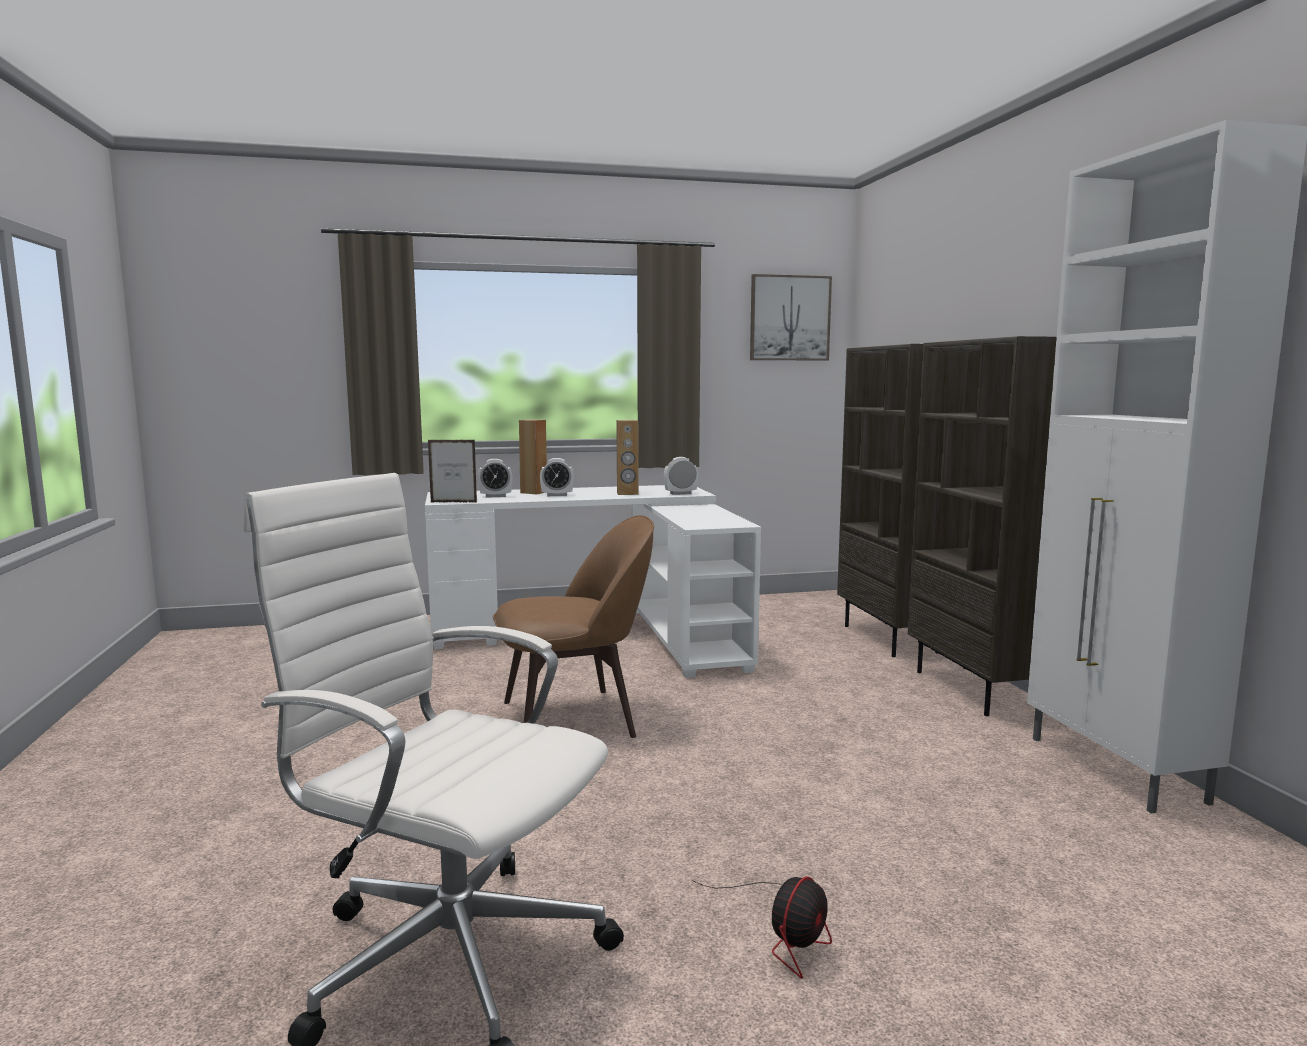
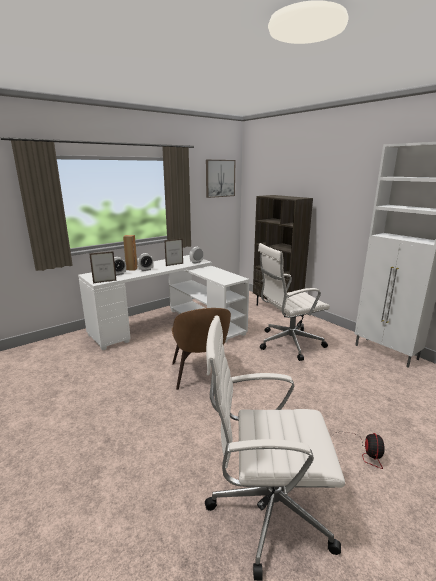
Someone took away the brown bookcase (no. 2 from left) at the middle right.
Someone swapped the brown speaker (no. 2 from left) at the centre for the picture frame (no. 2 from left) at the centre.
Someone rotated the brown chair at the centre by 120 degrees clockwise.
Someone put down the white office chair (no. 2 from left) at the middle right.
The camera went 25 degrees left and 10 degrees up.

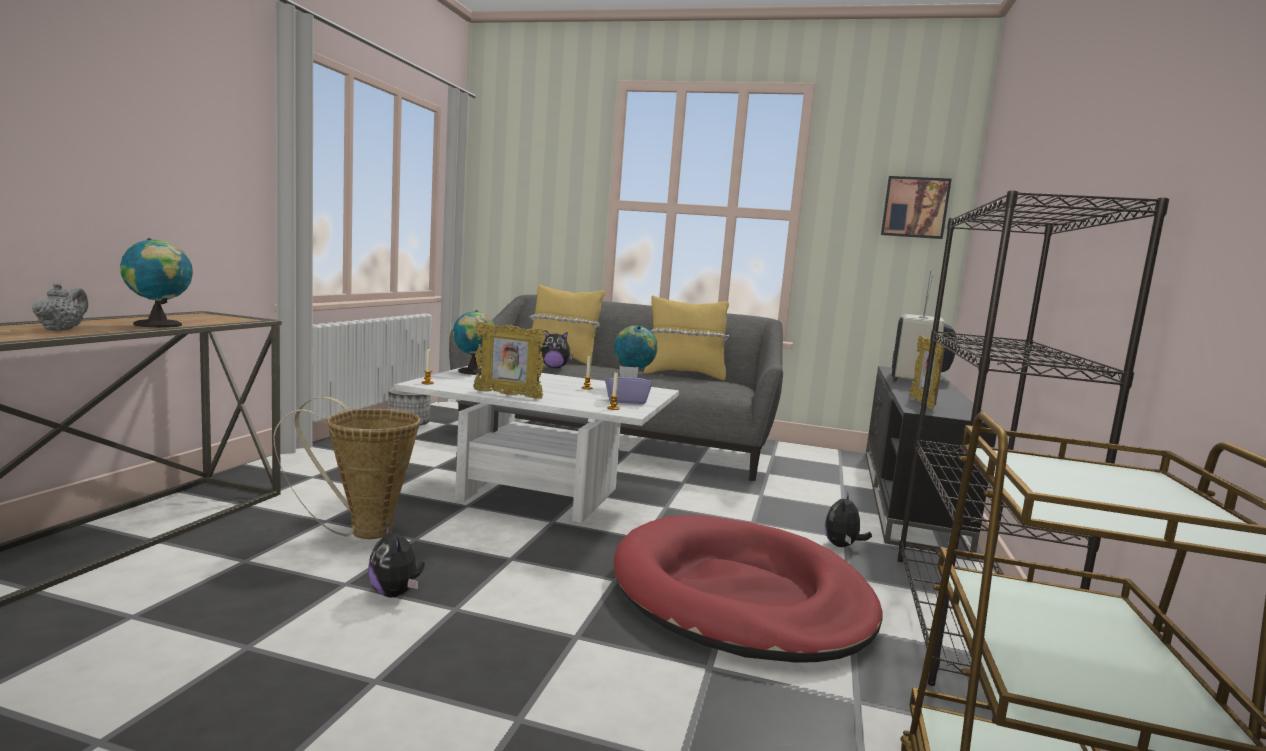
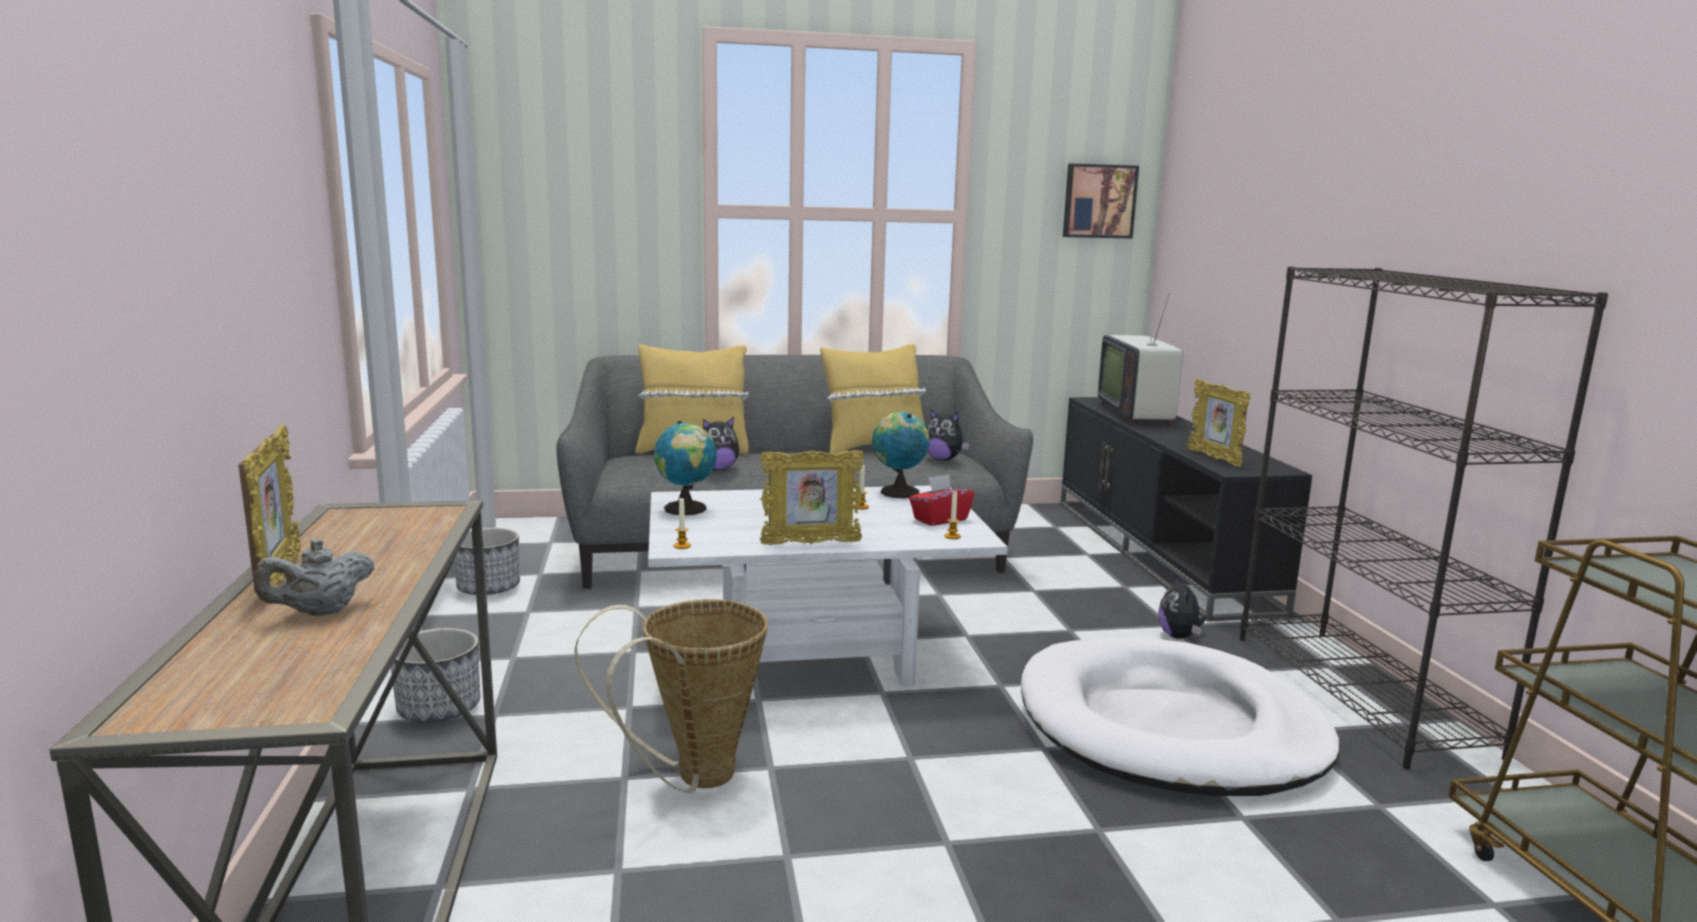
Someone took away the globe (no. 1 from left) at the middle left.
Someone rotated the grey teapot at the middle left by 105 degrees counterclockwise.
Someone repainted the purple tissue box at the centre, which became the red tissue box at the centre.
Someone repainted the red dog bed at the bottom centre, which became the white dog bed at the bottom right.
Someone carried the plush toy (no. 1 from left in the first image) from the bottom left to the centre.
Someone put down the picture frame (no. 1 from left) at the middle left.
Someone put down the planter (no. 1 from left) at the bottom left.
The camera went 25 degrees left and 5 degrees up.

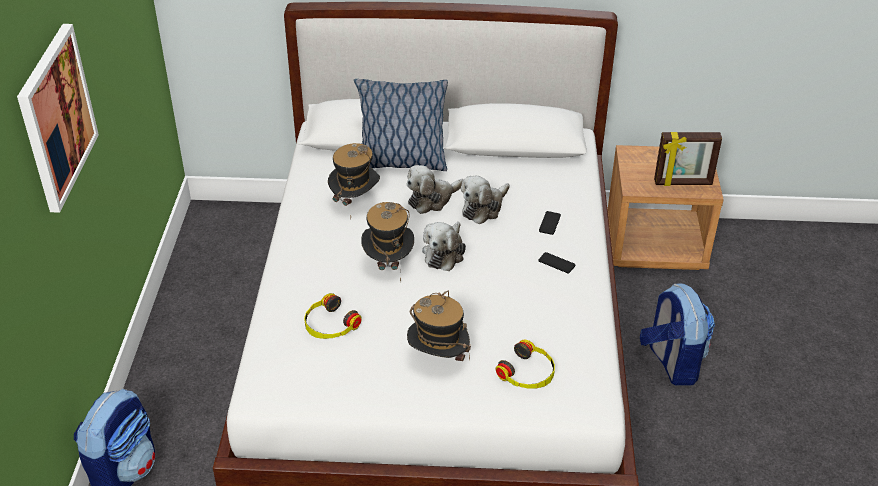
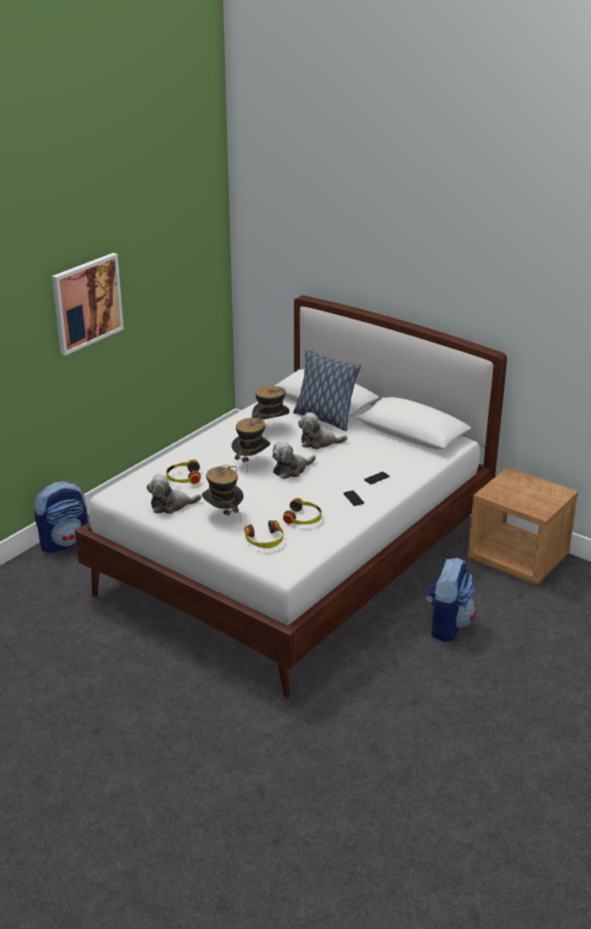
Someone took away the picture frame at the top right.
Someone carried the plush toy (no. 3 from left in the first image) from the centre to the middle left.
Someone put down the headphones (no. 3 from left) at the centre.
The camera went 35 degrees right and 10 degrees down.

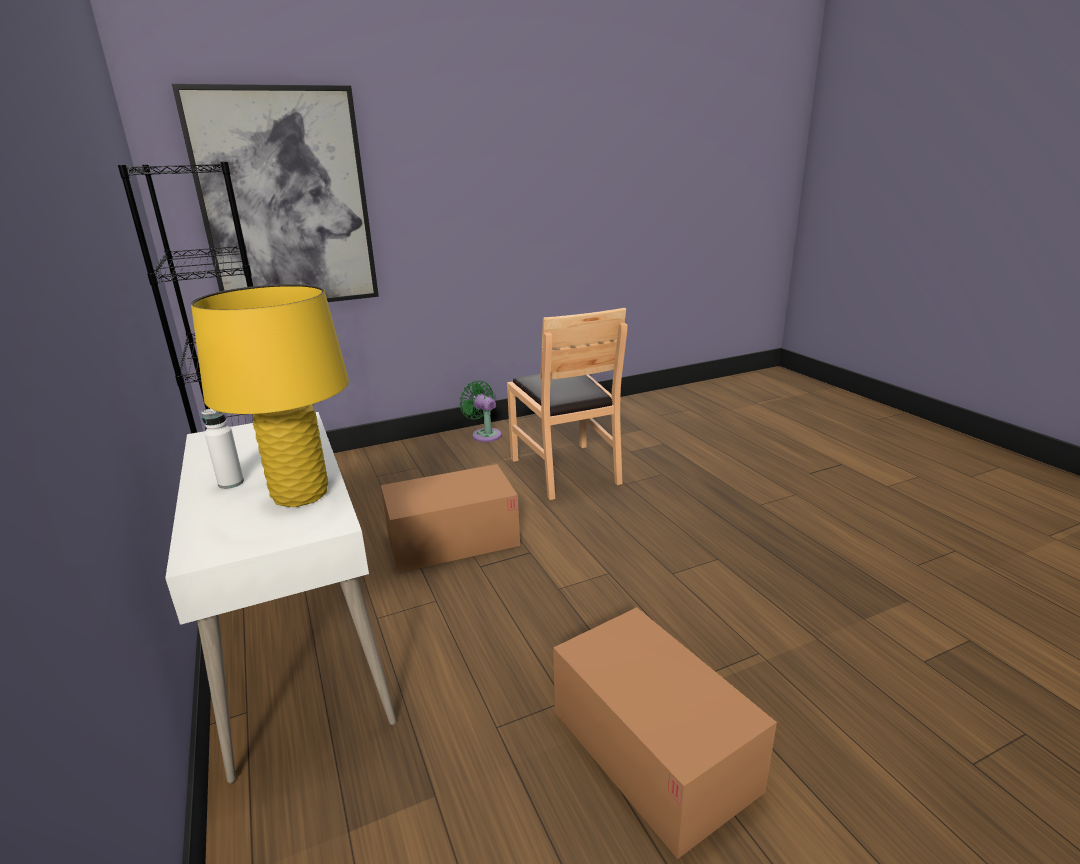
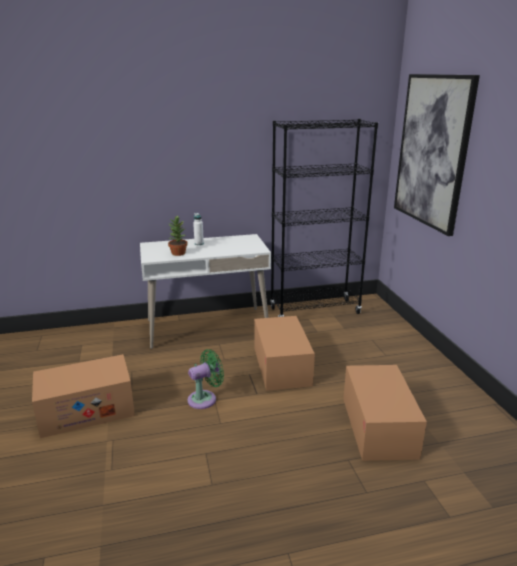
Someone swapped the yellow table lamp at the middle left for the potted plant at the centre.
Someone swapped the brown chair at the centre for the cardboard box (no. 3 from left) at the bottom right.
Someone carried the green fan from the centre to the bottom centre.
The camera went 100 degrees right and 0 degrees up.

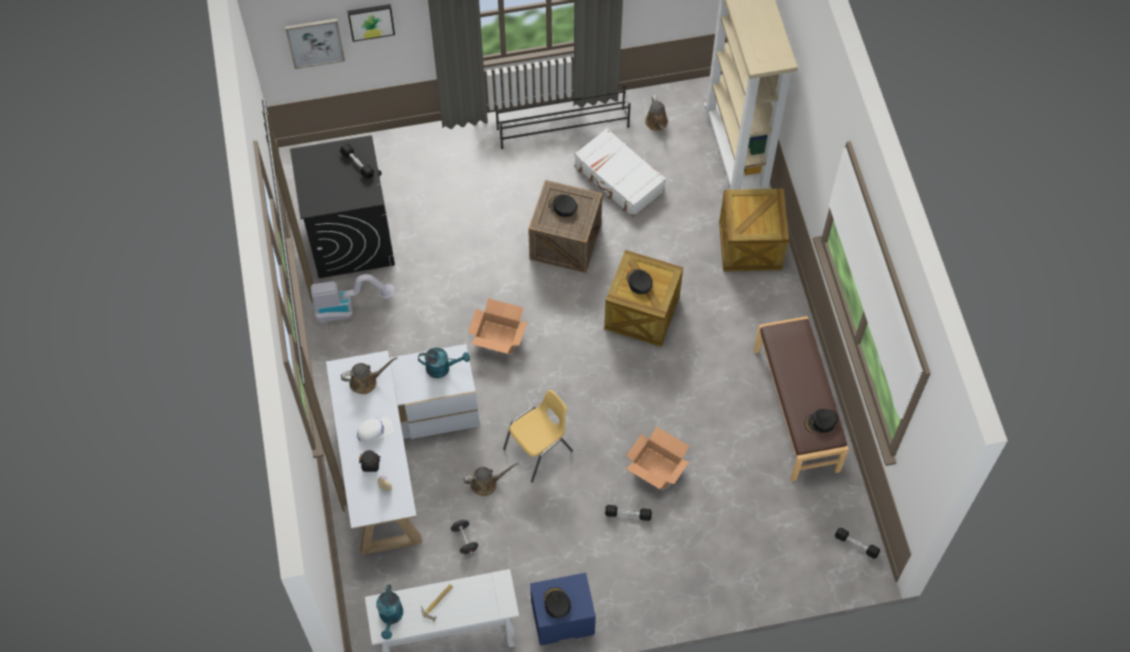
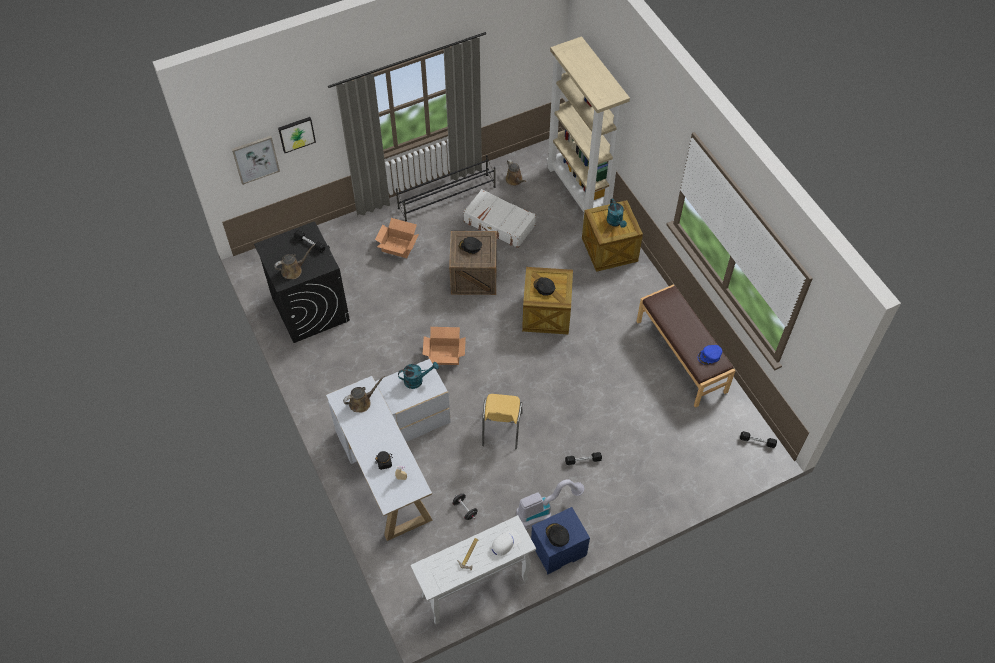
Someone carried the vacuum cleaner from the middle left to the bottom centre.
Someone rotated the yellow chair at the bottom centre by 150 degrees clockwise.
Someone repainted the black cap (no. 4 from left) at the middle right, which became the blue cap at the middle right.
Someone carried the white cap from the middle left to the bottom centre.
Someone carried the cardboard box (no. 2 from left in the first image) from the bottom centre to the centre.
Someone carried the brown watering can (no. 2 from left in the first image) from the bottom centre to the middle left.
Someone carried the turquoise watering can (no. 1 from left in the first image) from the bottom centre to the top centre.
The camera went 15 degrees left and 5 degrees down.

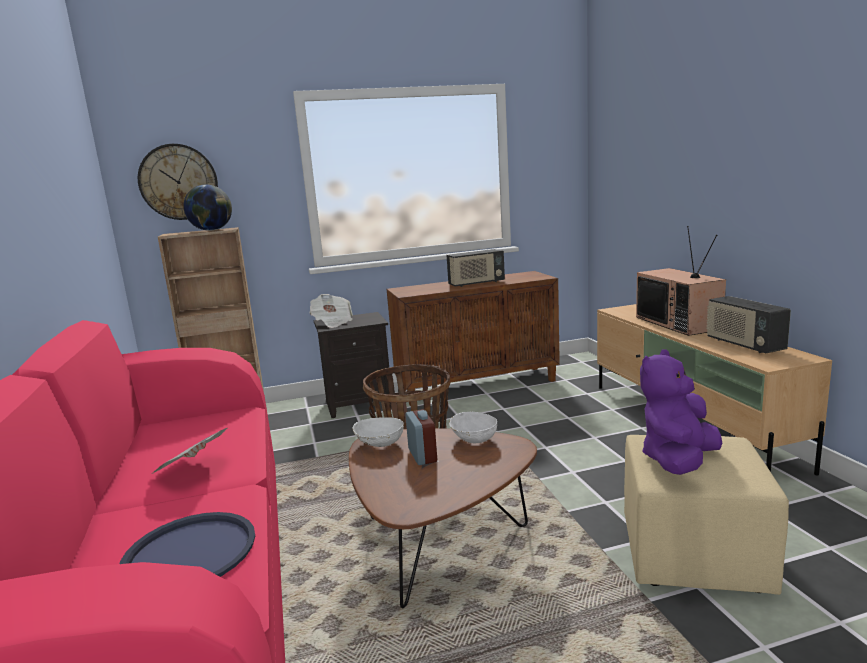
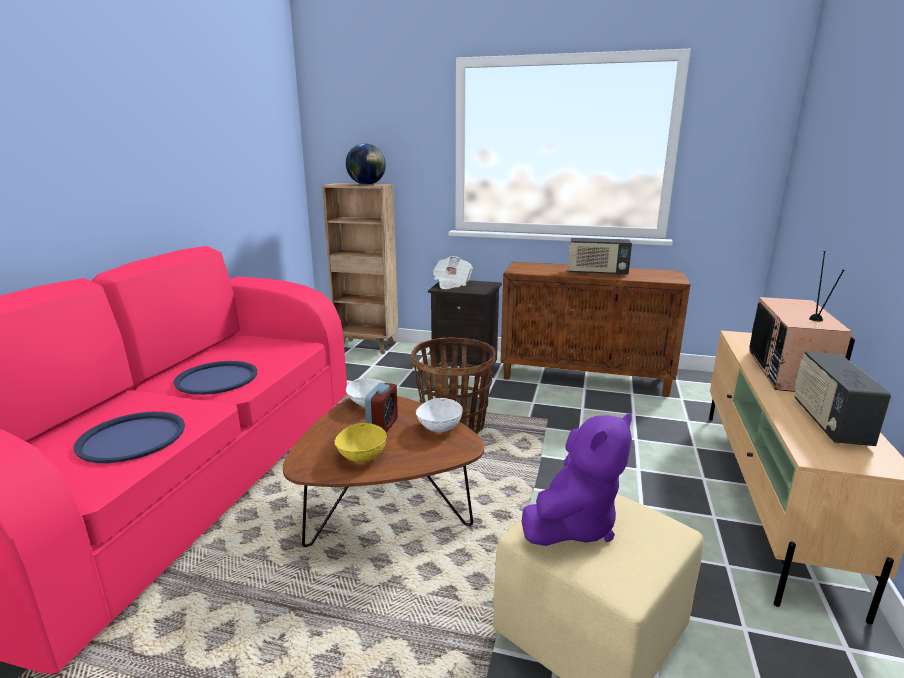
Someone took away the wall clock at the top left.
Someone rotated the purple plush toy at the middle right by 150 degrees clockwise.
Someone swapped the newspaper (no. 1 from left) at the bottom left for the blue tray (no. 2 from left) at the middle left.
Someone put down the yellow bowl at the centre.
The camera went 30 degrees right and 5 degrees up.

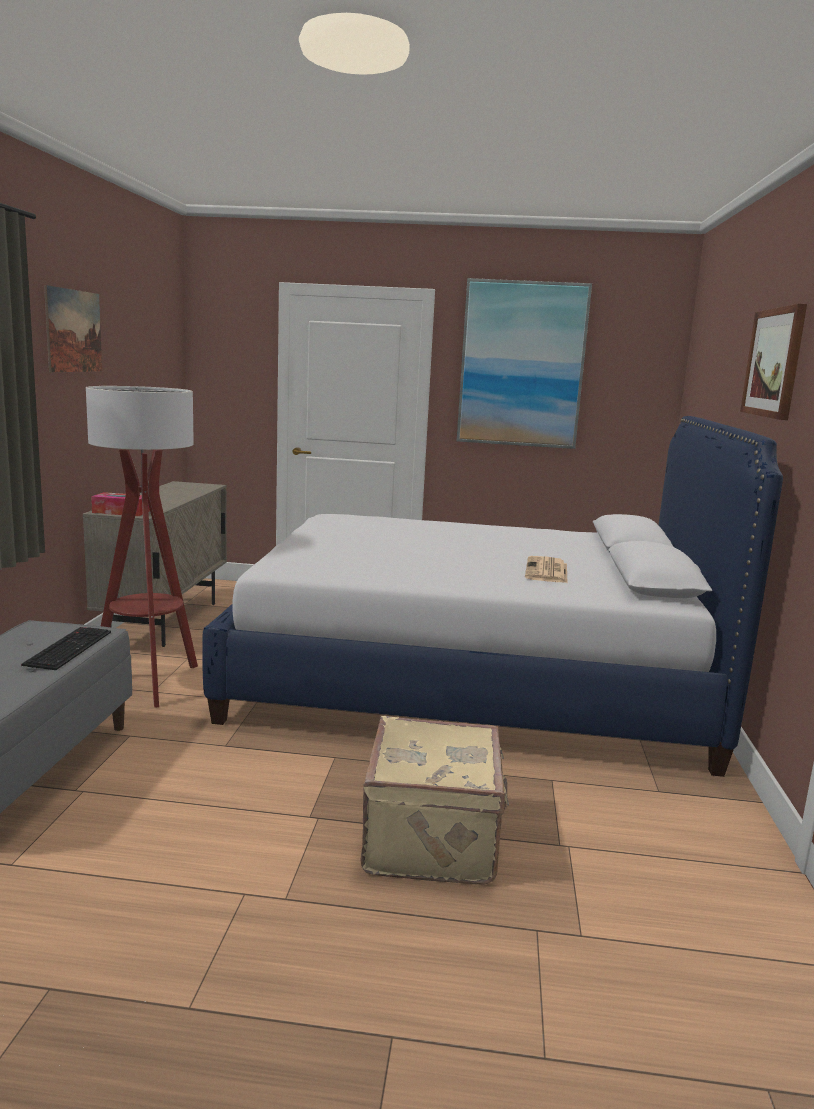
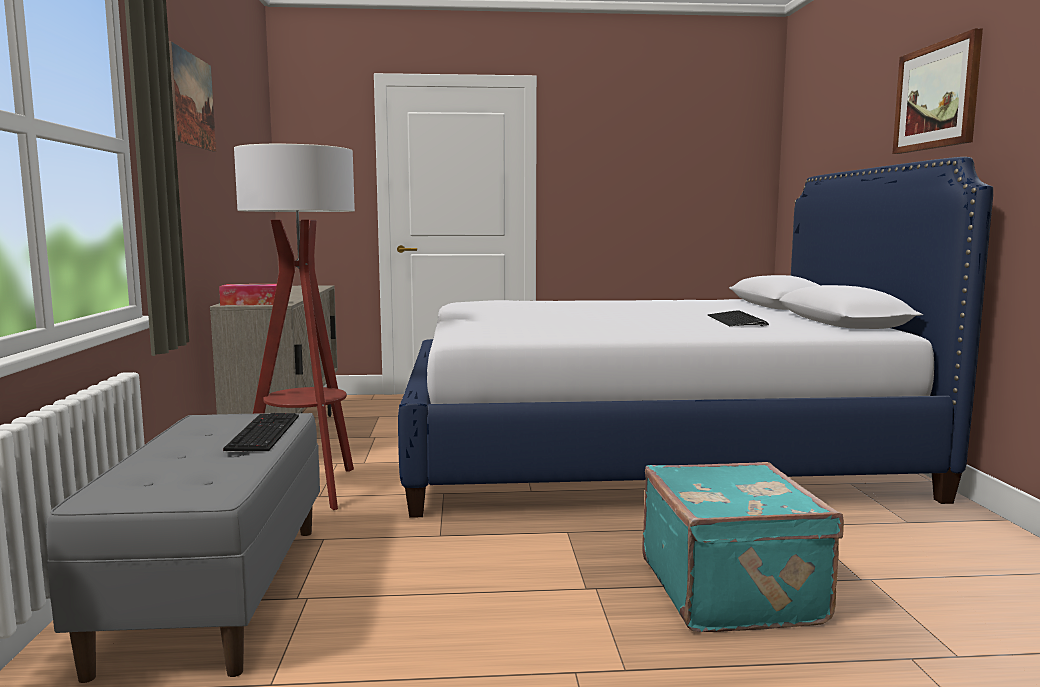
Someone took away the picture (no. 2 from left) at the top centre.
Someone swapped the newspaper at the middle right for the keyboard (no. 2 from left) at the middle right.
Someone repainted the beige suitcase at the bottom centre, which became the turquoise suitcase at the bottom right.
The camera went 10 degrees left and 5 degrees down.

